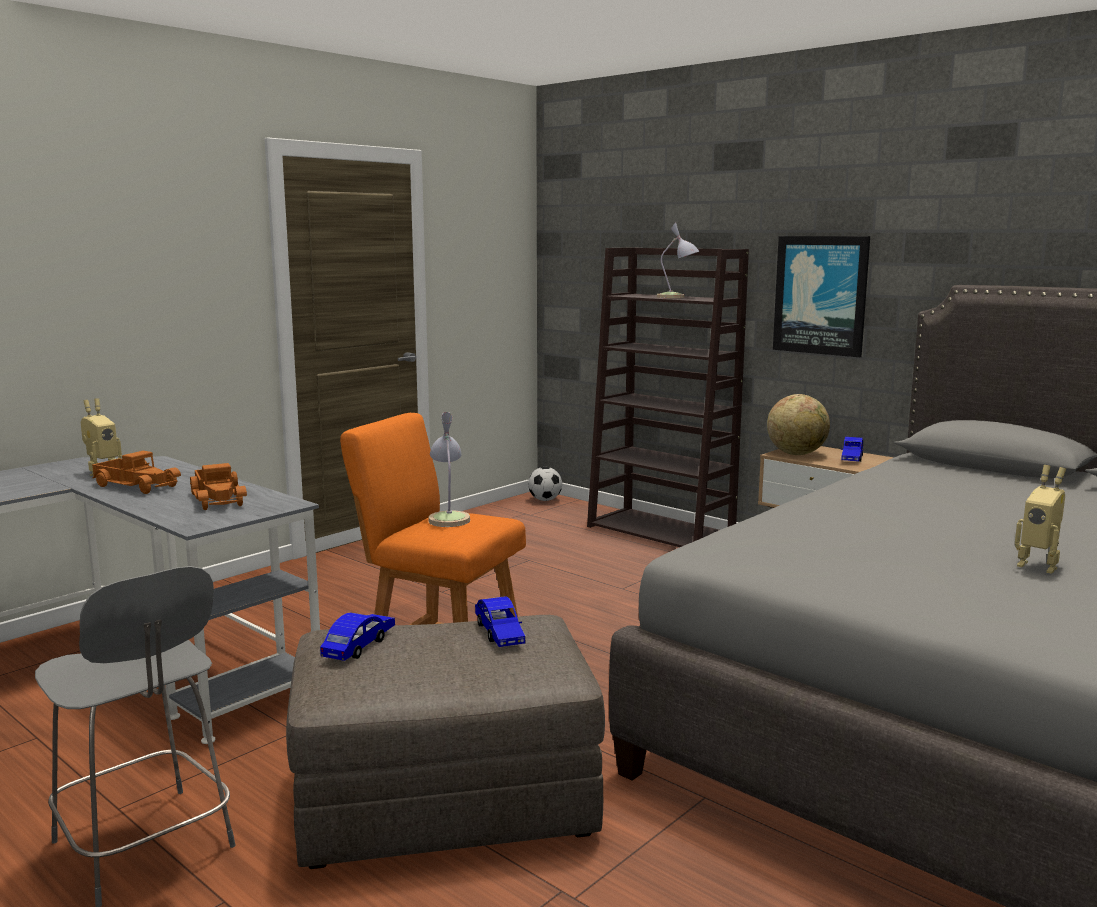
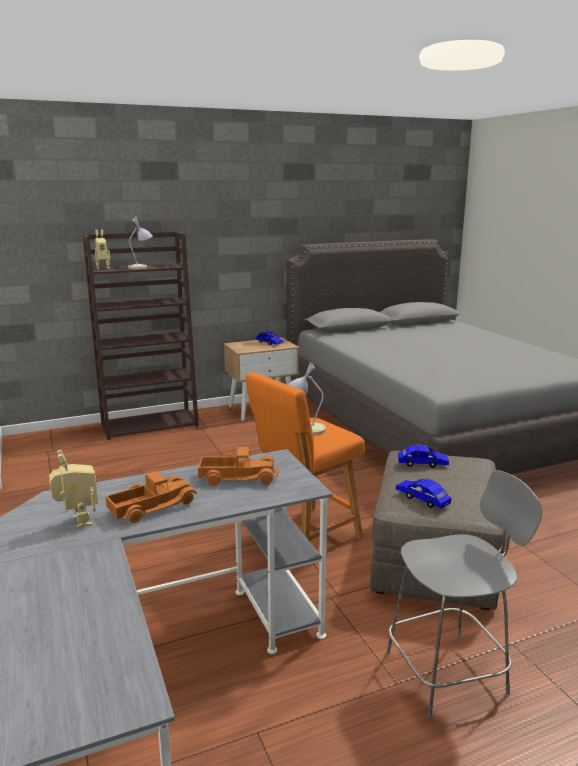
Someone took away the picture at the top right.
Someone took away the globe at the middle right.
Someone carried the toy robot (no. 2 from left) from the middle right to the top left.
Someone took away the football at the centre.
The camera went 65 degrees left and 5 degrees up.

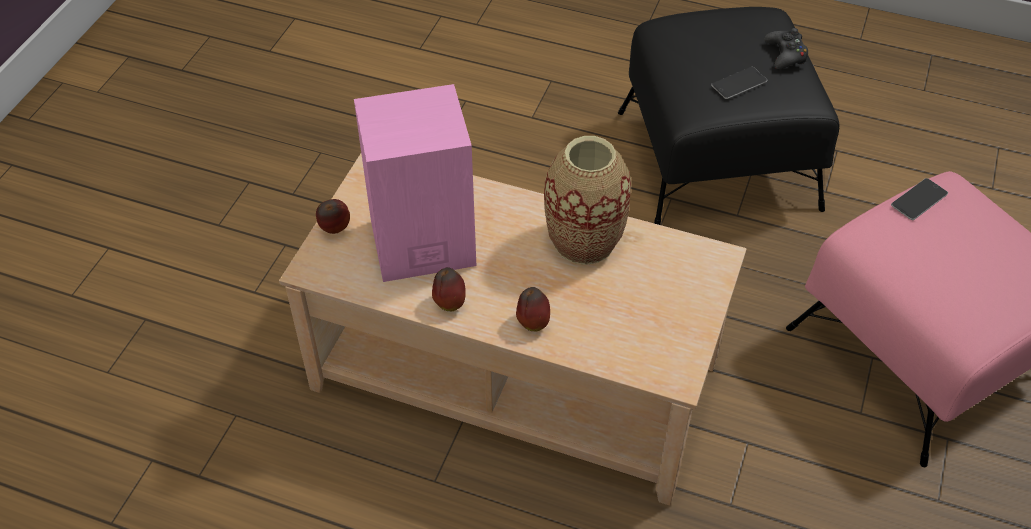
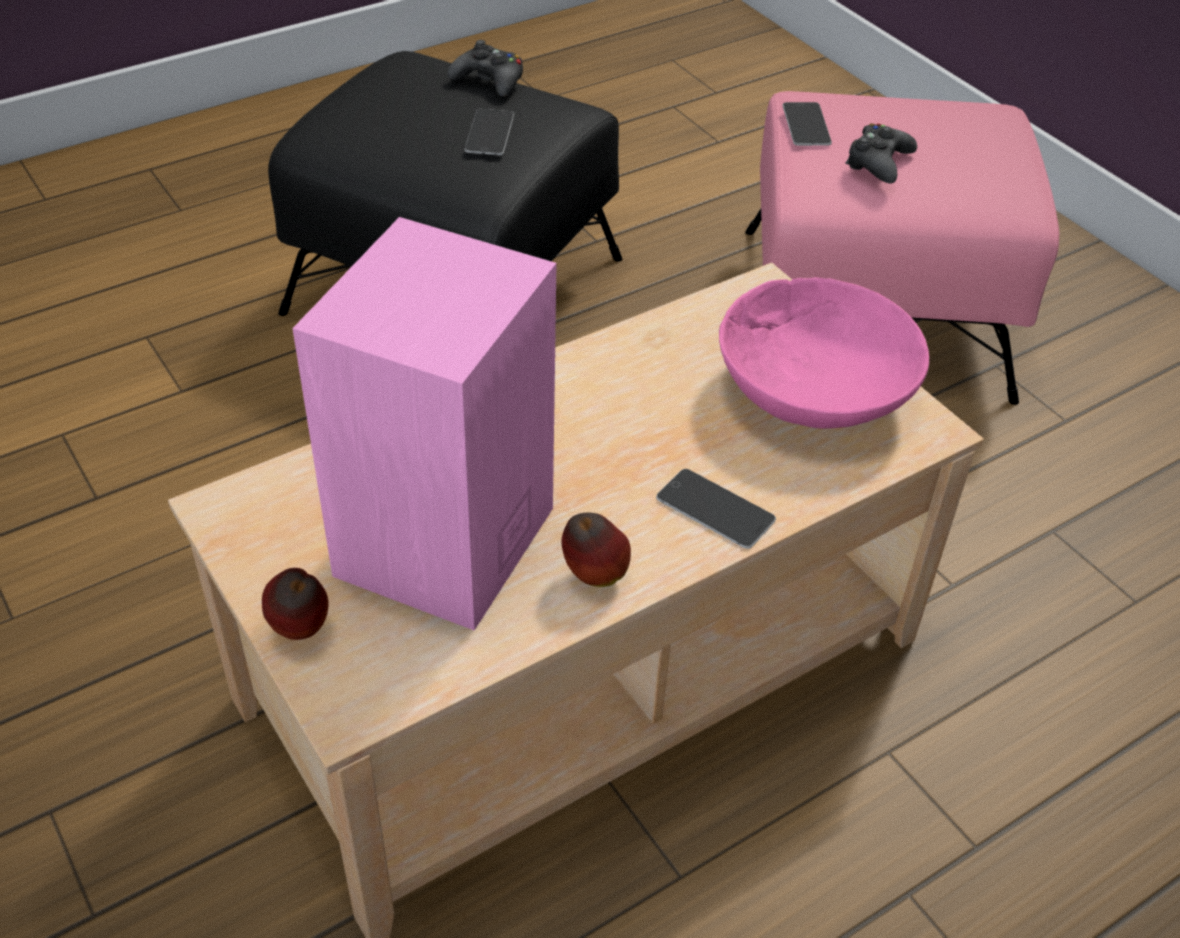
Someone took away the vase at the centre.
Someone swapped the apple (no. 3 from left) at the centre for the phone (no. 2 from left) at the centre.
Someone put down the black game controller (no. 2 from left) at the top right.
Someone put down the pink bowl at the middle right.
The camera went 55 degrees left and 5 degrees down.

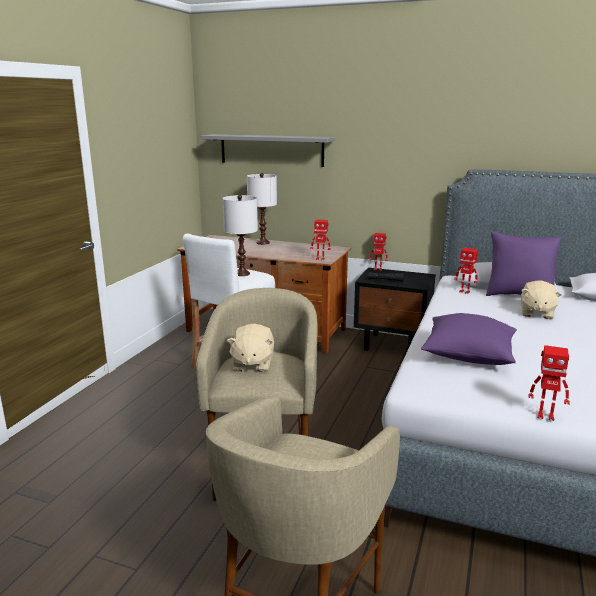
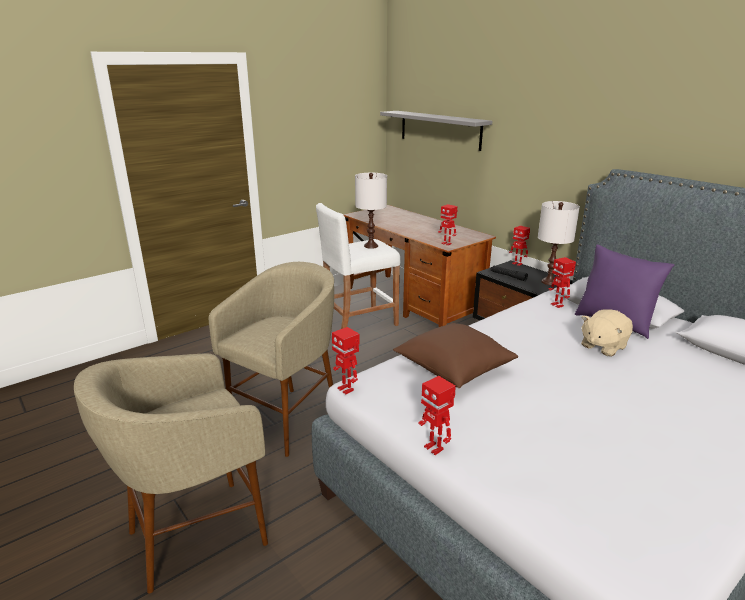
Someone carried the white table lamp (no. 2 from left) from the centre to the middle right.
Someone repainted the purple pillow (no. 1 from left) at the middle right, which became the brown pillow at the centre.
Someone took away the beige plush toy (no. 1 from left) at the centre.
Someone put down the toy robot (no. 1 from left) at the centre.
The camera went 30 degrees right and 5 degrees up.

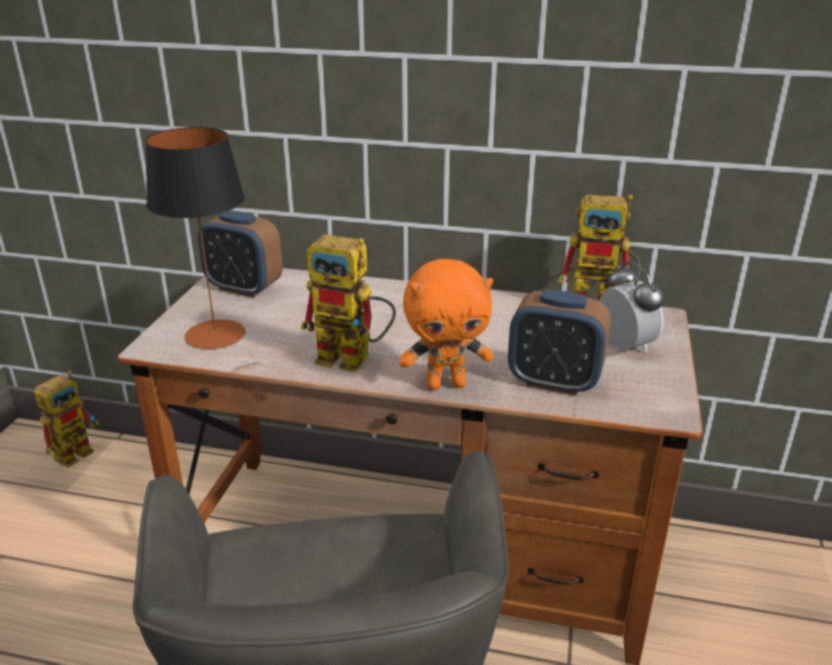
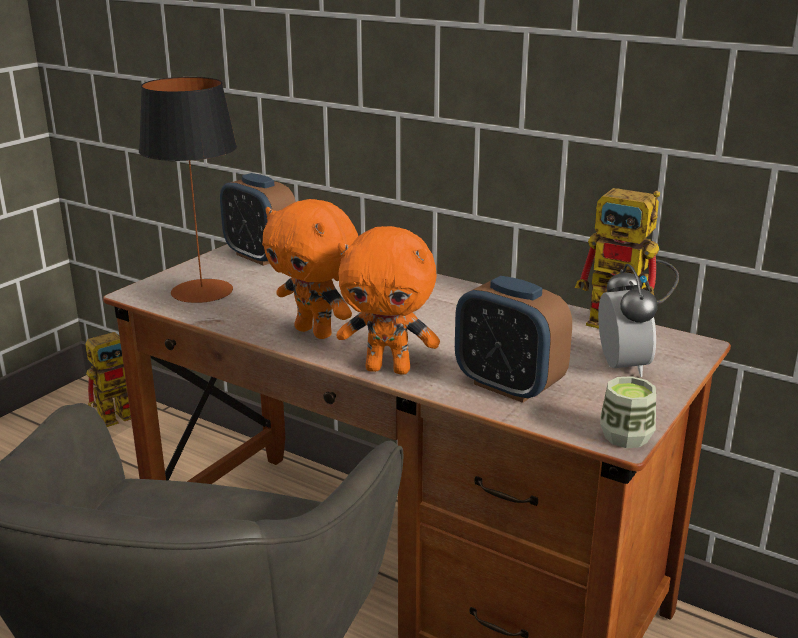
Someone swapped the toy robot (no. 2 from left) at the centre for the orange plush toy (no. 1 from left) at the centre.
Someone put down the cup at the middle right.
The camera went 20 degrees right and 5 degrees down.

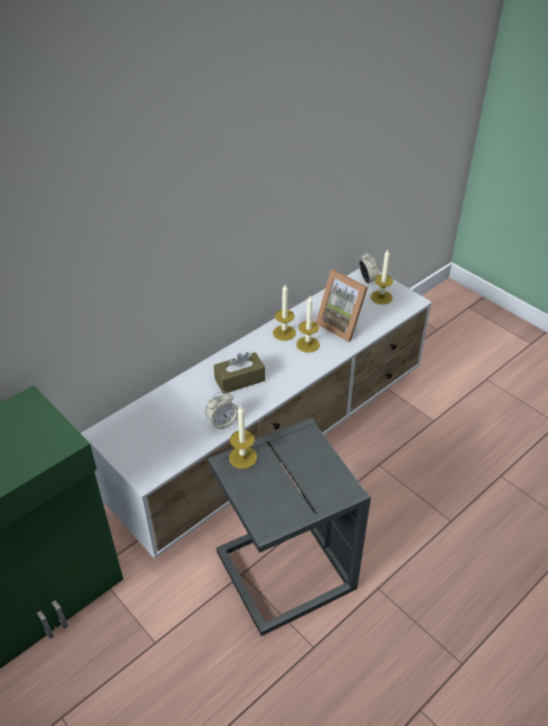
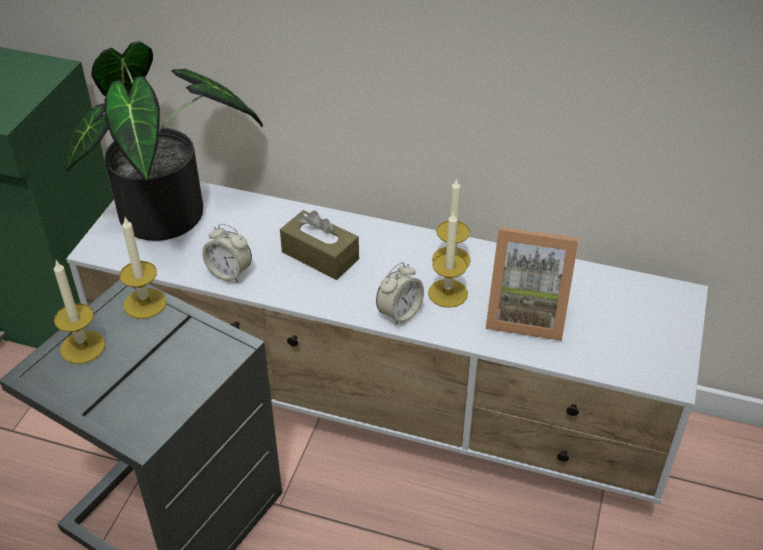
Someone carried the candle (no. 4 from left in the first image) from the middle right to the middle left.
Someone carried the alarm clock (no. 2 from left) from the middle right to the centre.
Someone rotated the picture frame at the centre by 90 degrees counterclockwise.
Someone put down the potted plant at the top left.
The camera went 60 degrees right and 0 degrees up.

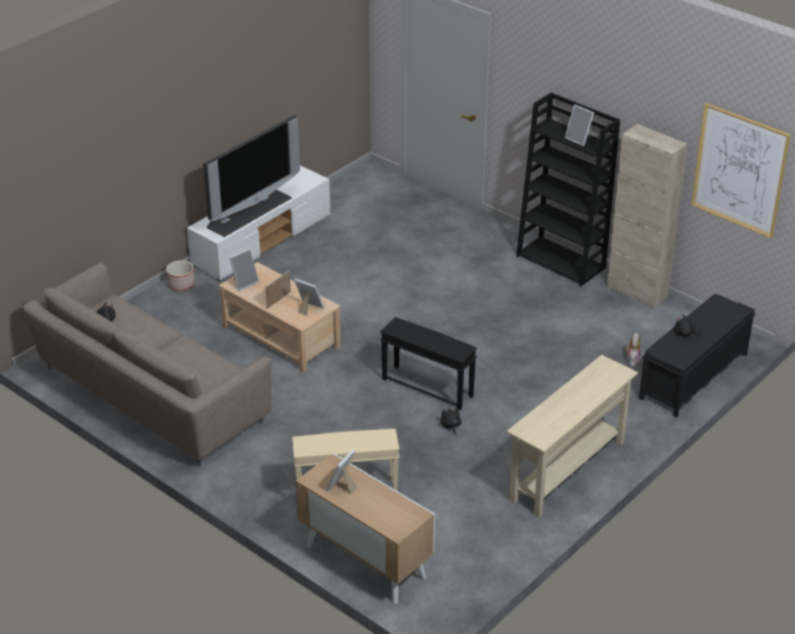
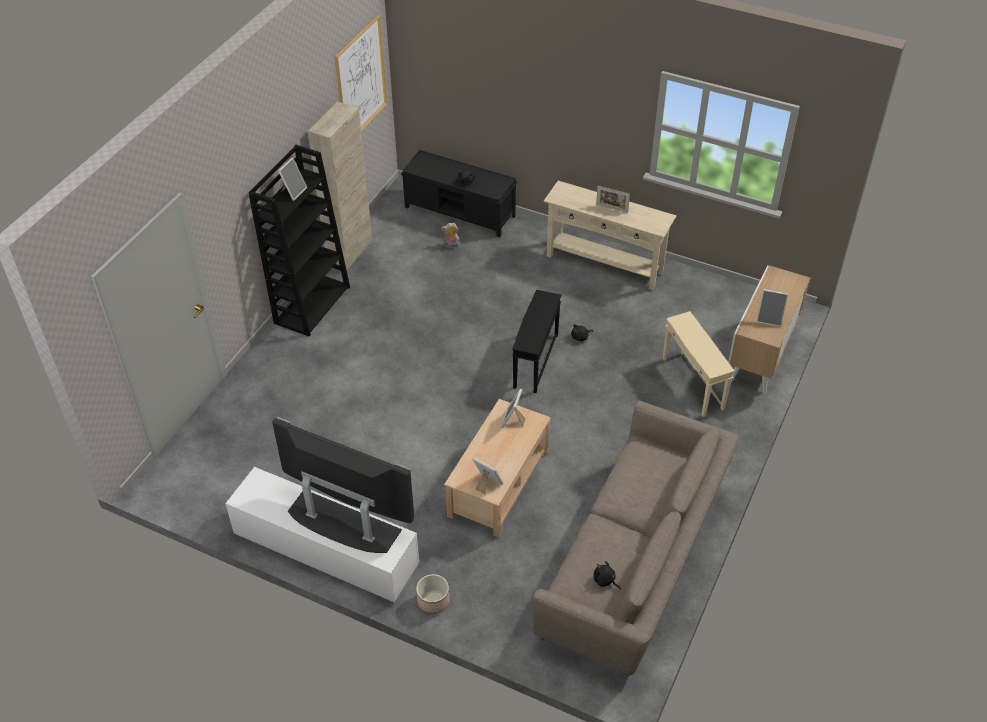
Someone carried the picture frame (no. 2 from left in the first image) from the centre to the top centre.
The camera went 105 degrees left and 10 degrees up.

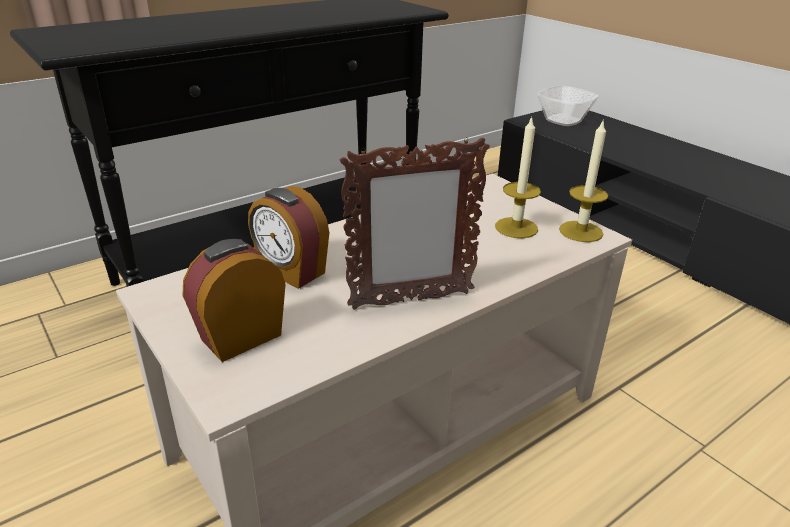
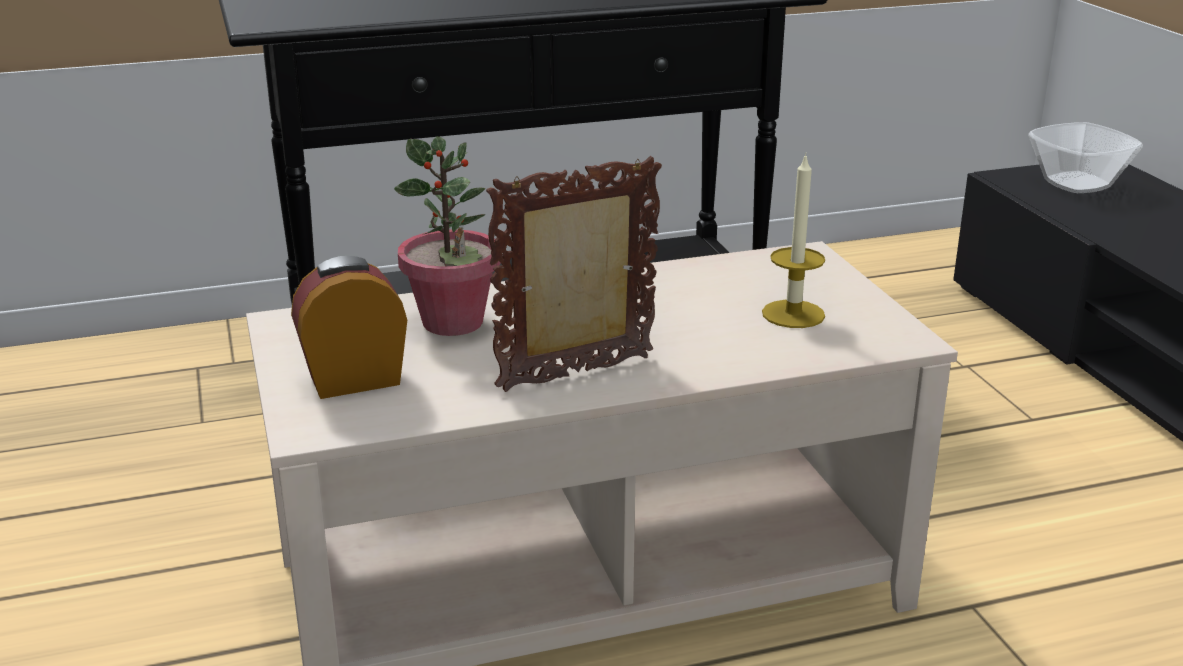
Someone took away the candle (no. 2 from left) at the middle right.
Someone rotated the picture frame at the centre by 150 degrees clockwise.
Someone swapped the alarm clock (no. 2 from left) at the centre for the potted plant at the centre.
The camera went 20 degrees right and 5 degrees down.

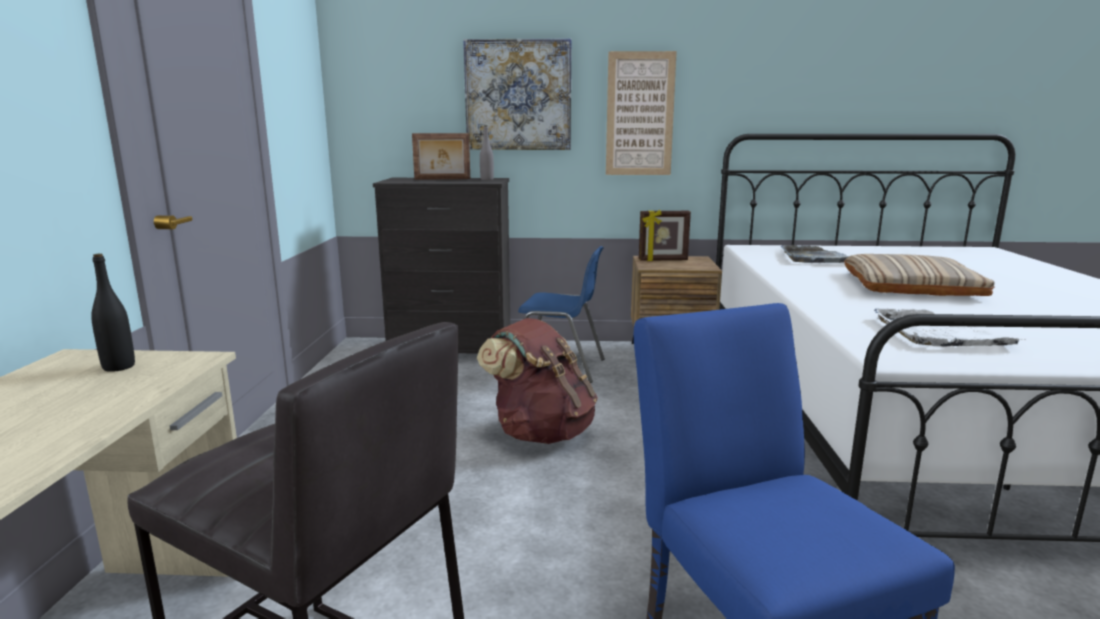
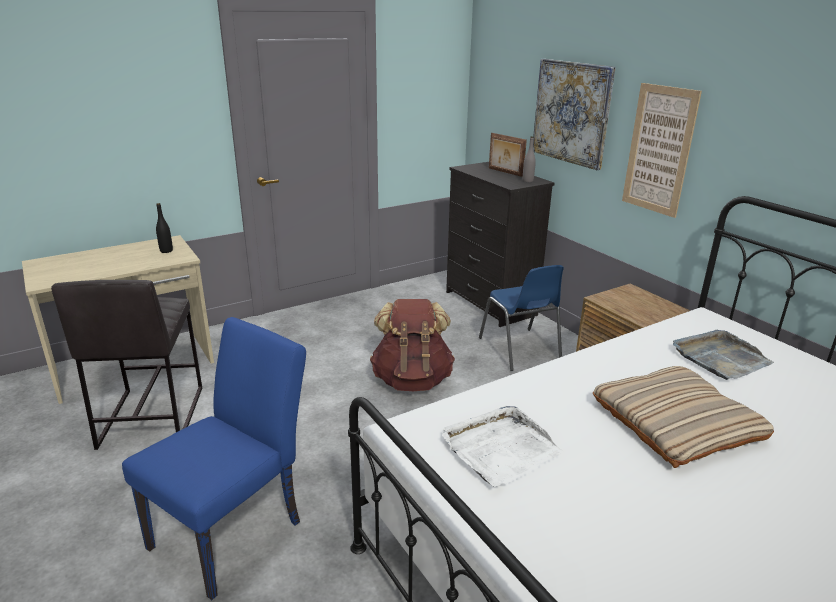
Someone took away the picture frame (no. 2 from left) at the centre.
The camera went 55 degrees right and 10 degrees up.

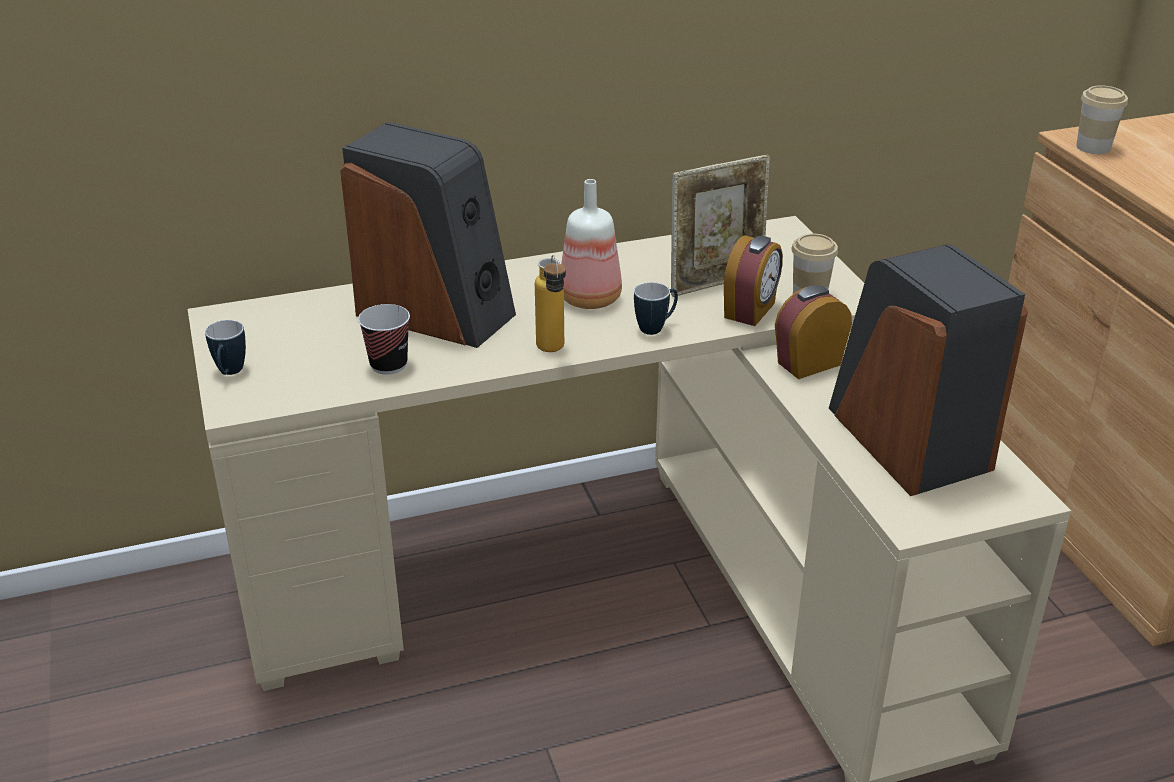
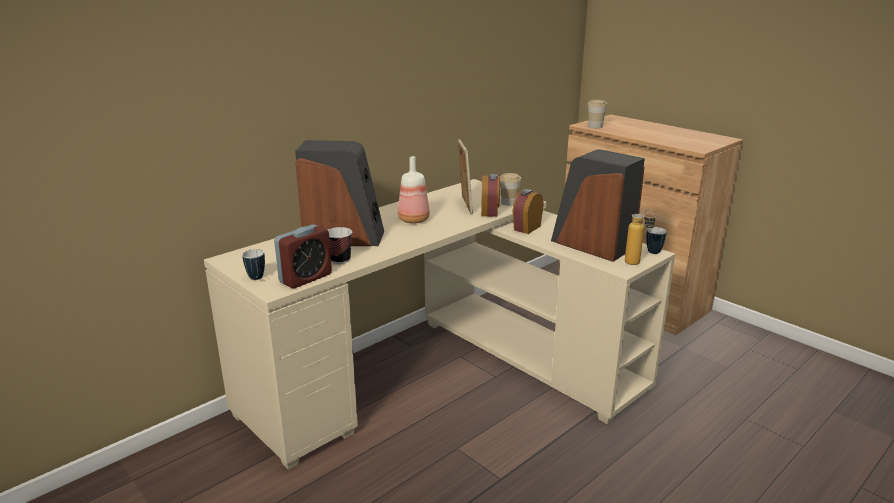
Someone rotated the picture frame at the top centre by 45 degrees counterclockwise.
Someone carried the bottle (no. 1 from left in the first image) from the centre to the middle right.
Someone carried the mug (no. 2 from left) from the centre to the middle right.
Someone put down the alarm clock (no. 1 from left) at the centre.
The camera went 25 degrees left and 10 degrees down.

